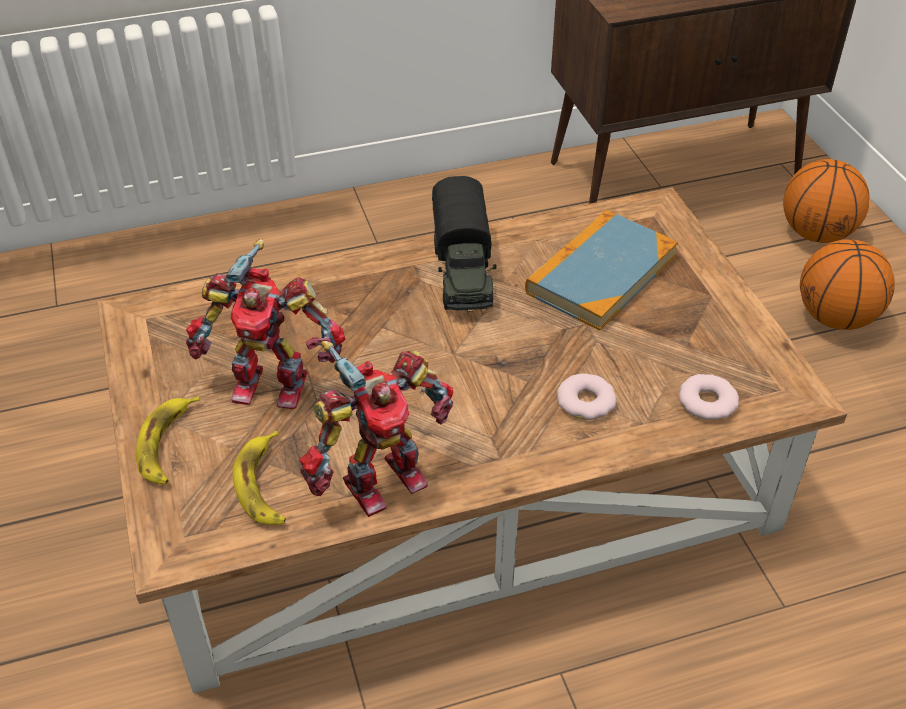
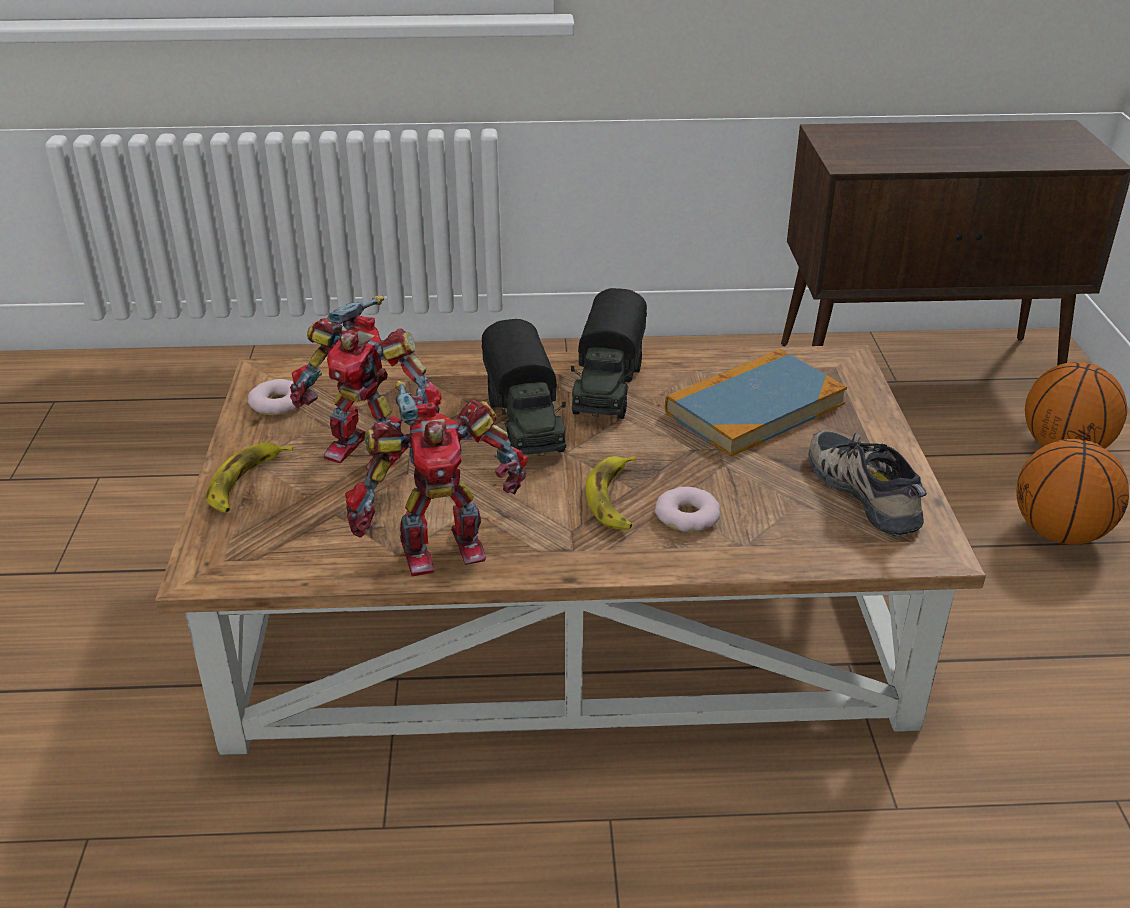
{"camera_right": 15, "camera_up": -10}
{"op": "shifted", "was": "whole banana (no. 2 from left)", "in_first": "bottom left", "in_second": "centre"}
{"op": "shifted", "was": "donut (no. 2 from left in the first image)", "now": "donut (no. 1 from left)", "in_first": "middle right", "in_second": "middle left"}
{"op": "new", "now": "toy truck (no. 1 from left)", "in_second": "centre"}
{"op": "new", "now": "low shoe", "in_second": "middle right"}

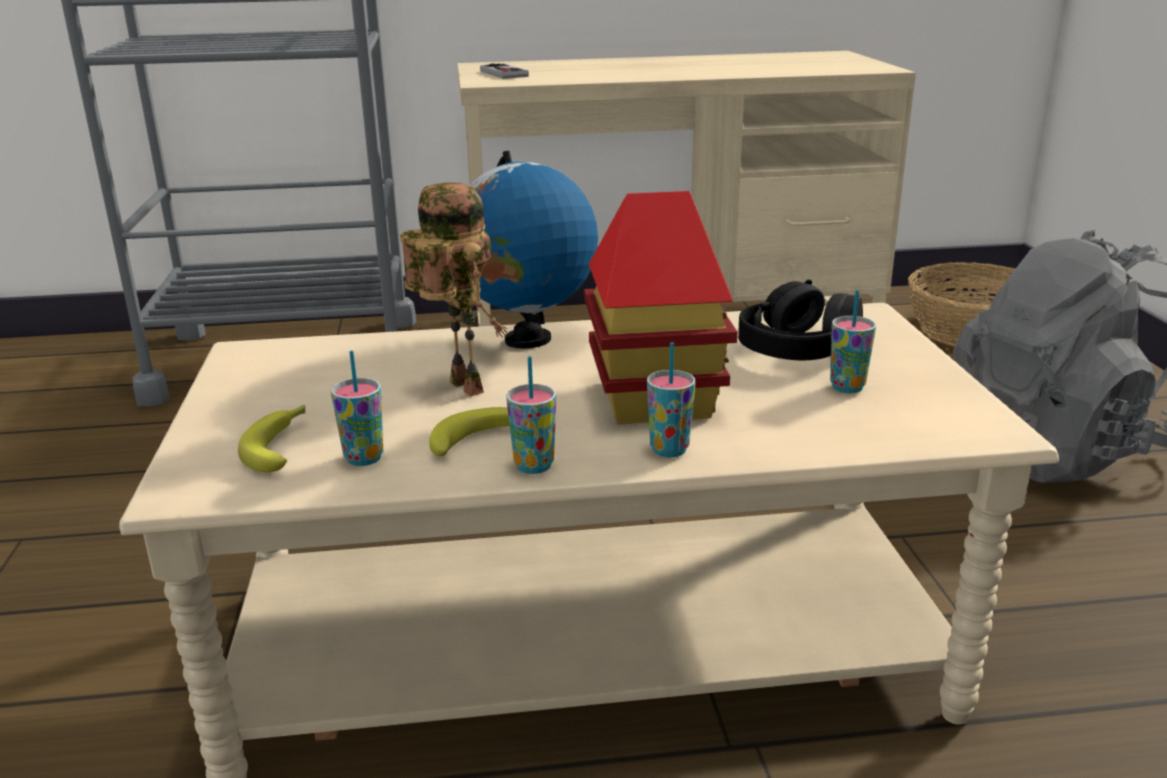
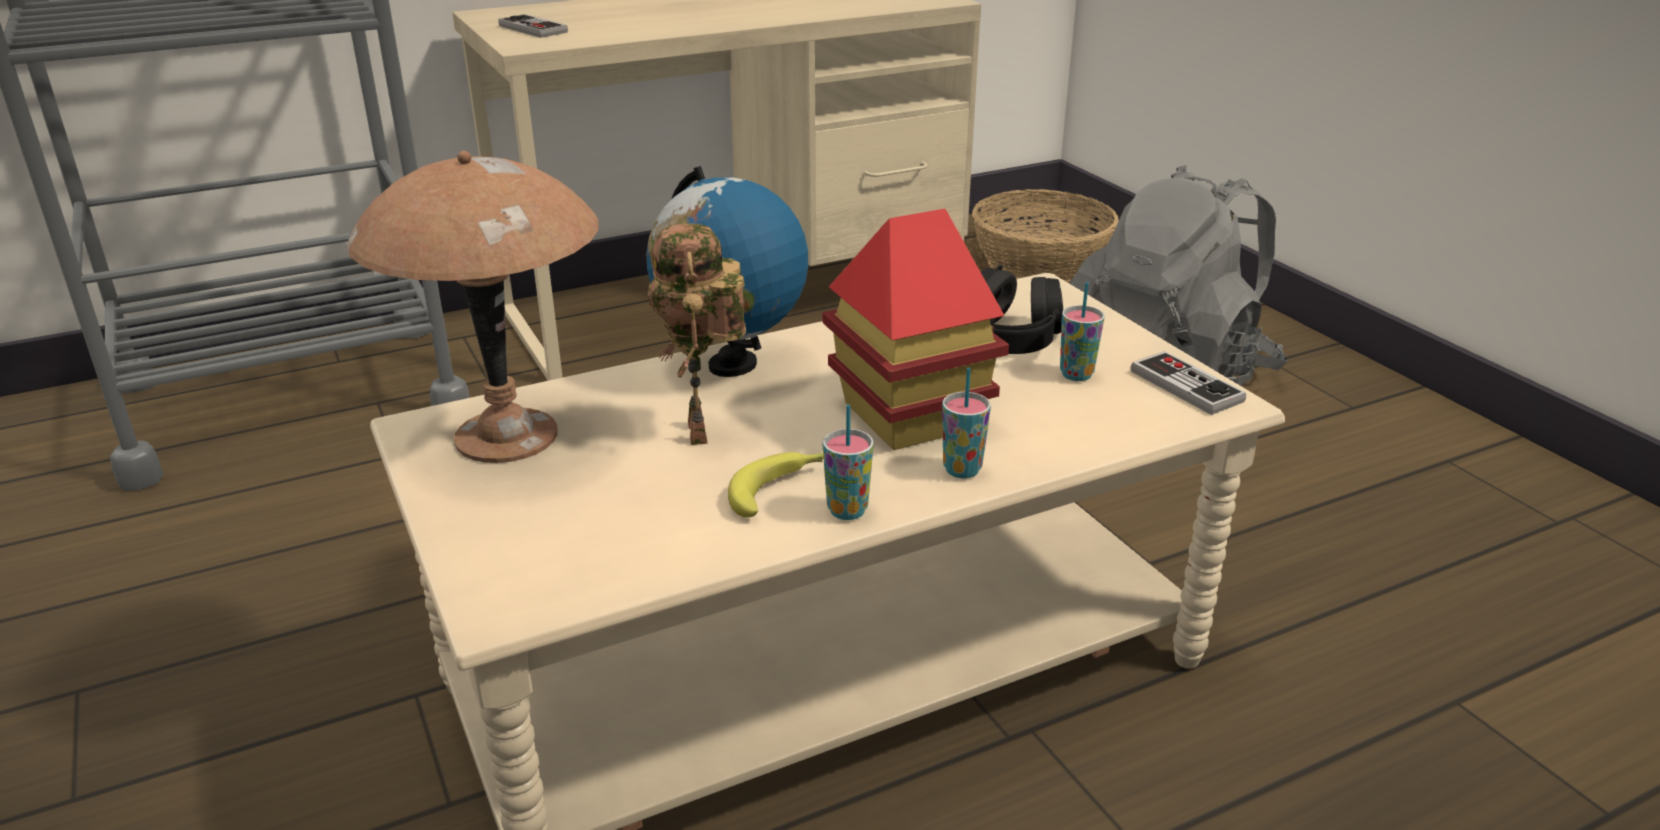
{"camera_right": -20, "camera_up": 5}
{"op": "gone", "was": "whole banana (no. 1 from left)", "in_first": "middle left"}
{"op": "gone", "was": "small cup (no. 1 from left)", "in_first": "middle left"}
{"op": "rotated", "was": "robot figure", "in_first": "centre", "in_second": "centre", "clockwise": -135}
{"op": "new", "now": "brown-coloured tabletop lamp", "in_second": "middle left"}
{"op": "new", "now": "gamepad (no. 2 from left)", "in_second": "middle right"}

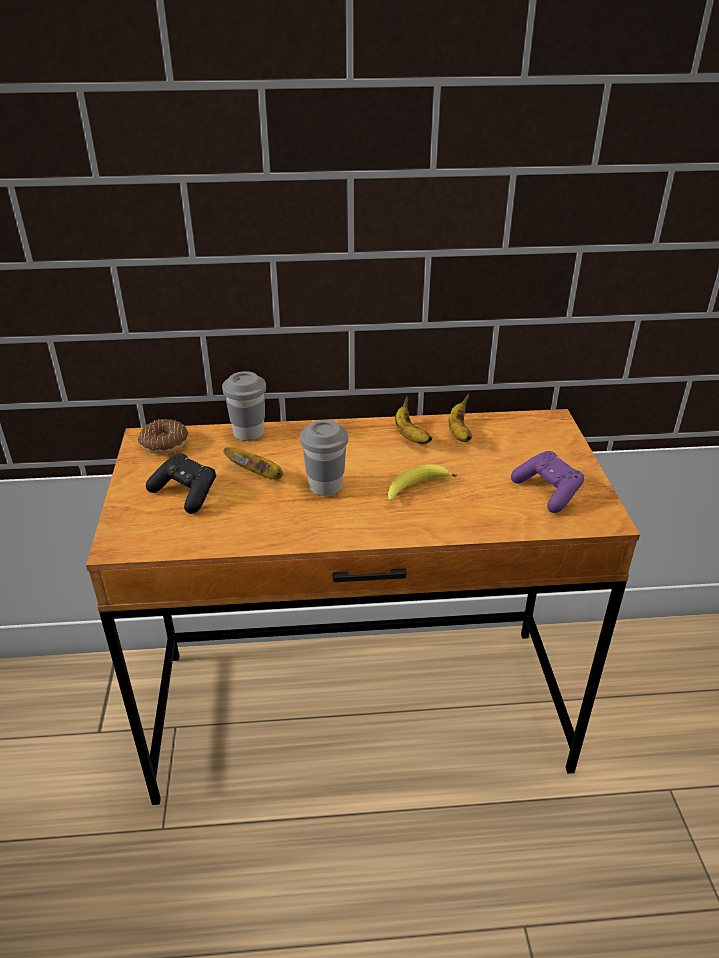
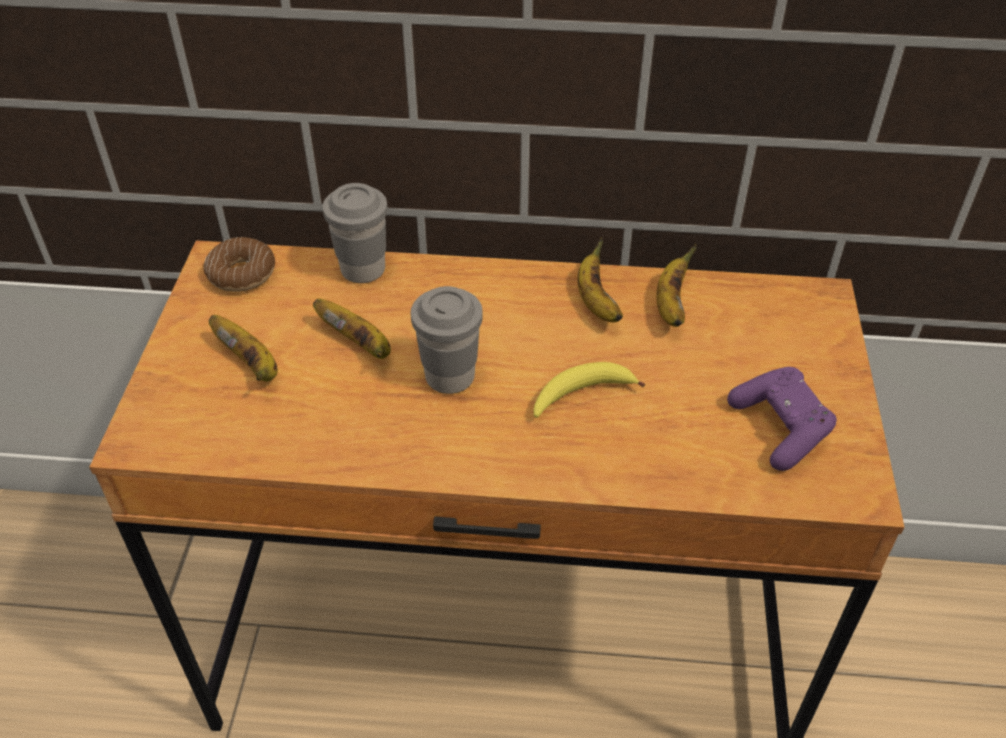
{"camera_right": 10, "camera_up": 10}
{"op": "swapped", "was": "black-coloured gamepad", "now": "whole banana (no. 1 from left)", "in_first": "middle left", "in_second": "middle left"}

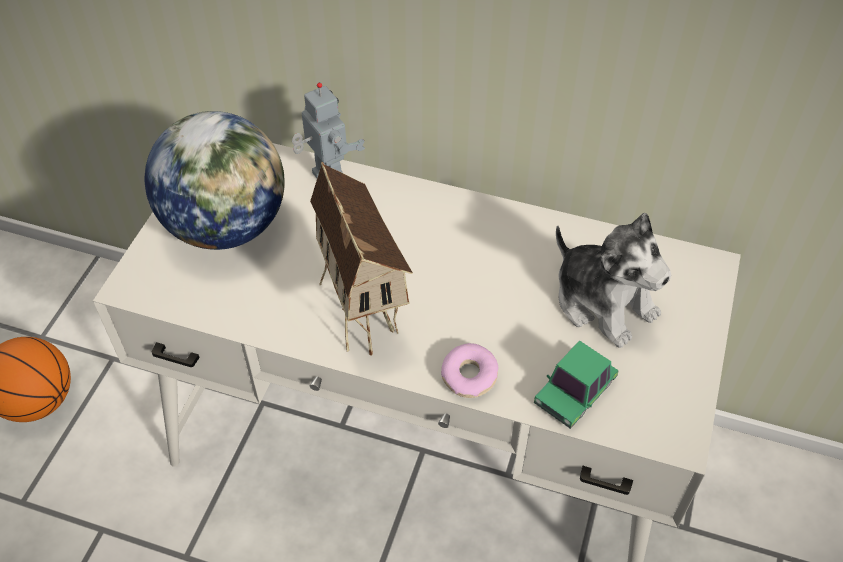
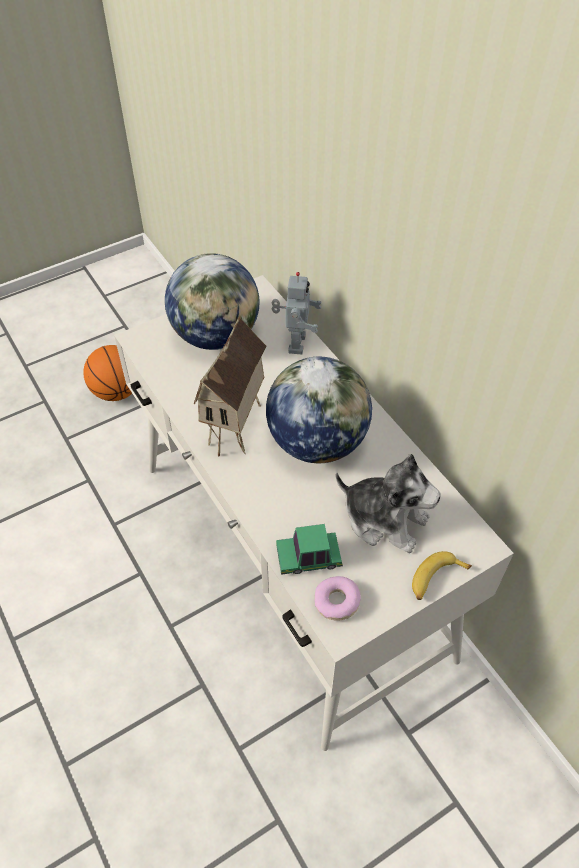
{"camera_right": 40, "camera_up": 0}
{"op": "shifted", "was": "donut", "in_first": "centre", "in_second": "bottom centre"}
{"op": "rotated", "was": "cuddly toy", "in_first": "middle right", "in_second": "middle right", "clockwise": -60}
{"op": "new", "now": "world globe (no. 2 from left)", "in_second": "centre"}
{"op": "new", "now": "whole banana", "in_second": "middle right"}

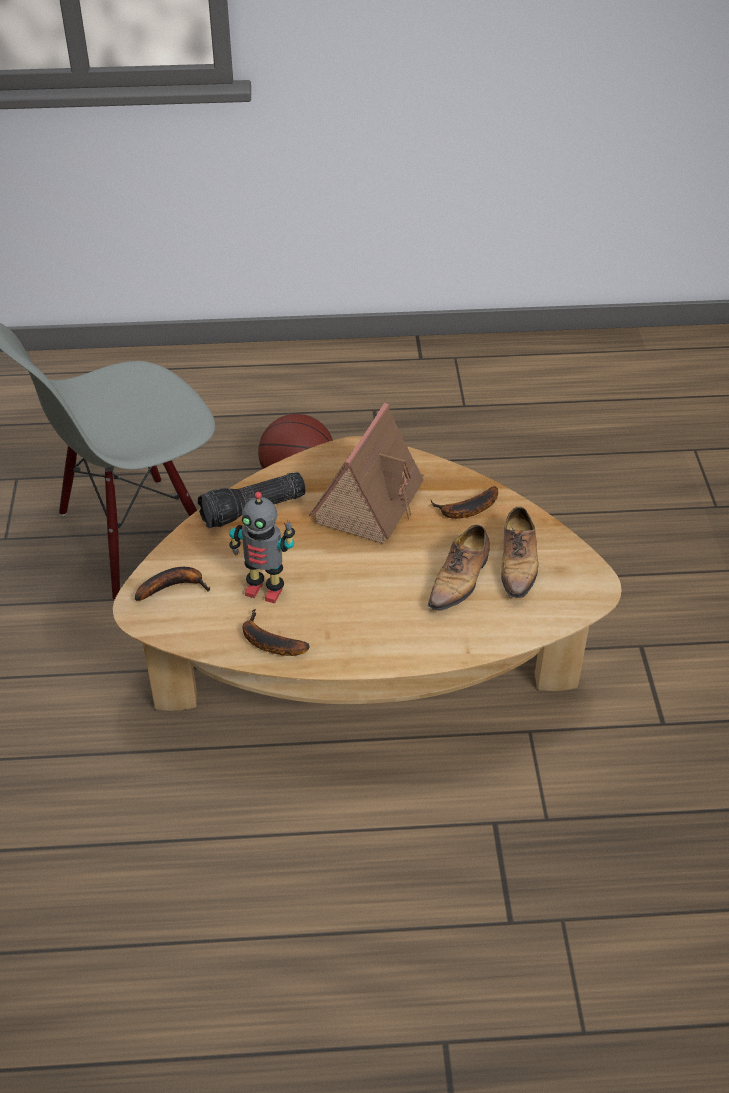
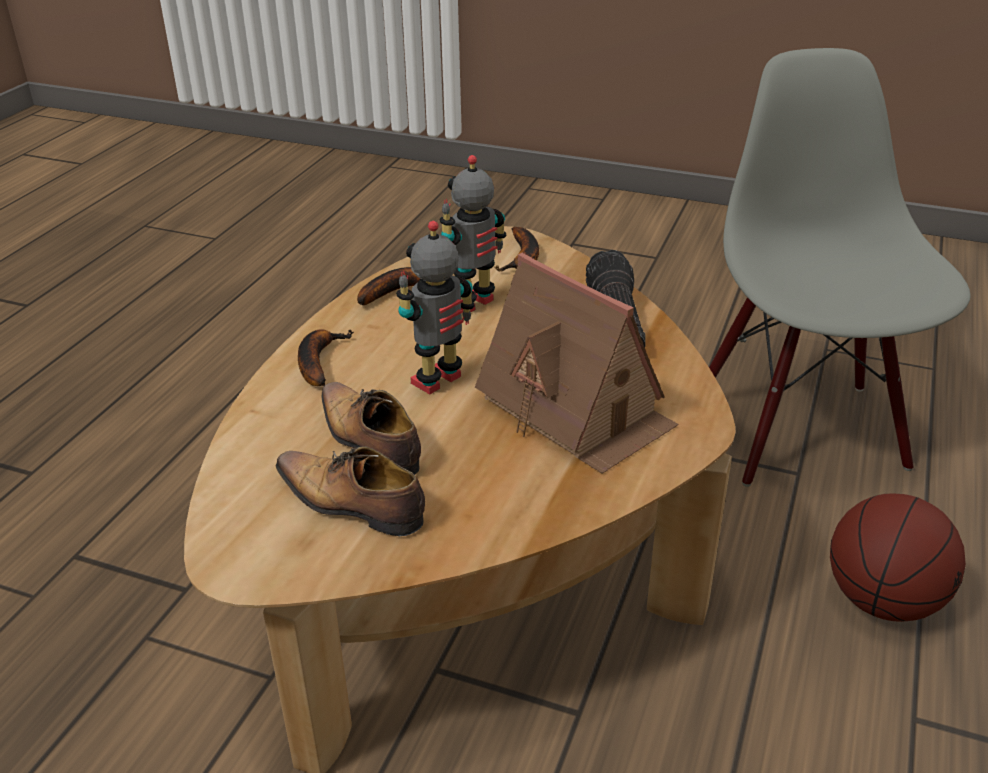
{"camera_right": 115, "camera_up": -10}
{"op": "shifted", "was": "whole banana (no. 3 from left in the first image)", "now": "whole banana (no. 1 from left)", "in_first": "centre", "in_second": "middle left"}
{"op": "new", "now": "robot figure (no. 1 from left)", "in_second": "centre"}

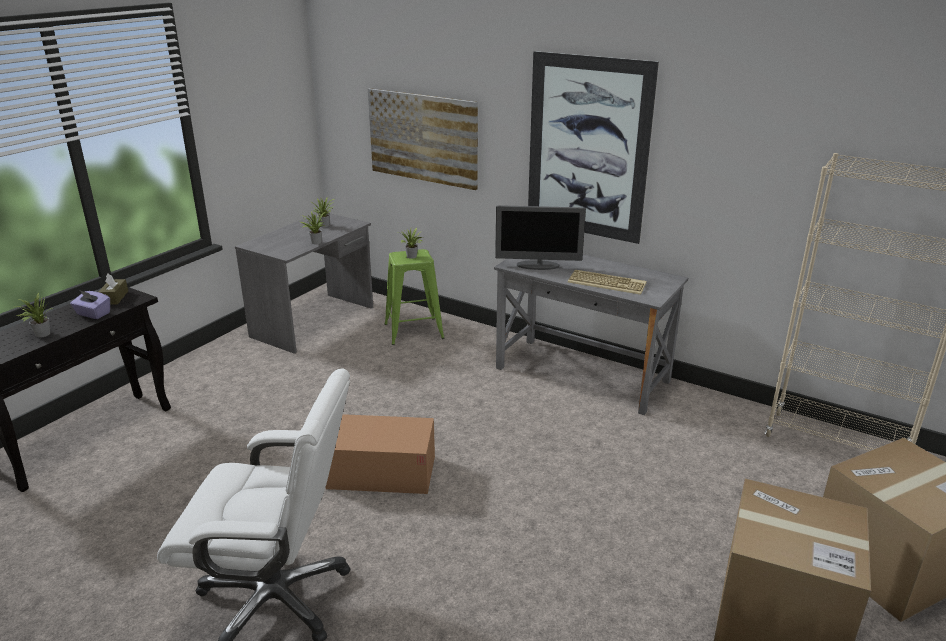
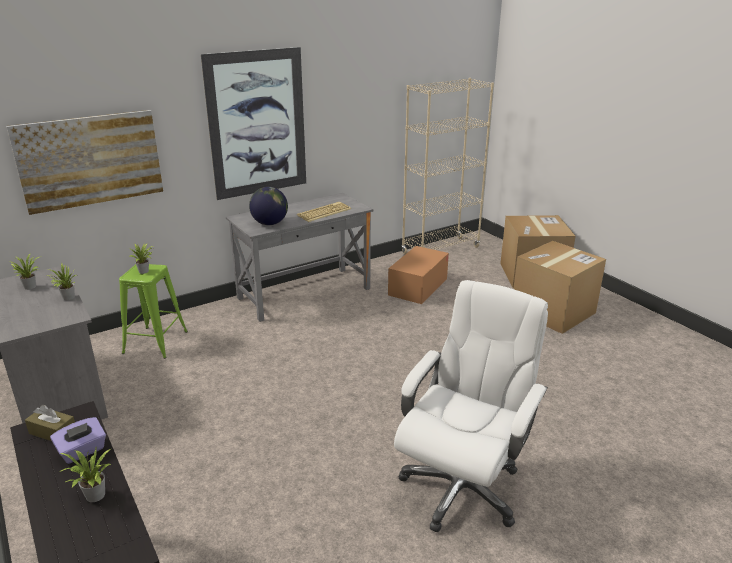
{"camera_right": -65, "camera_up": 0}
{"op": "shifted", "was": "cardboard box (no. 1 from left)", "in_first": "bottom centre", "in_second": "centre"}
{"op": "swapped", "was": "monitor", "now": "world globe", "in_first": "centre", "in_second": "centre"}

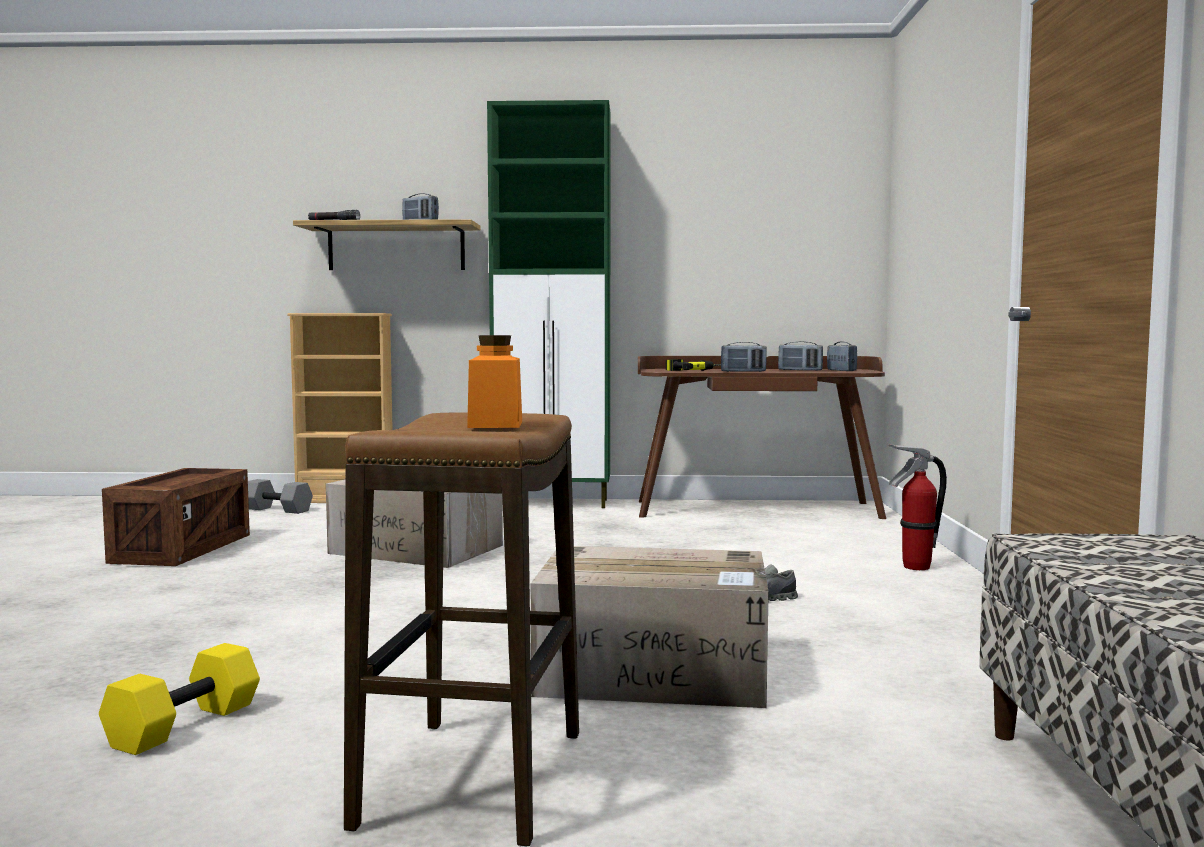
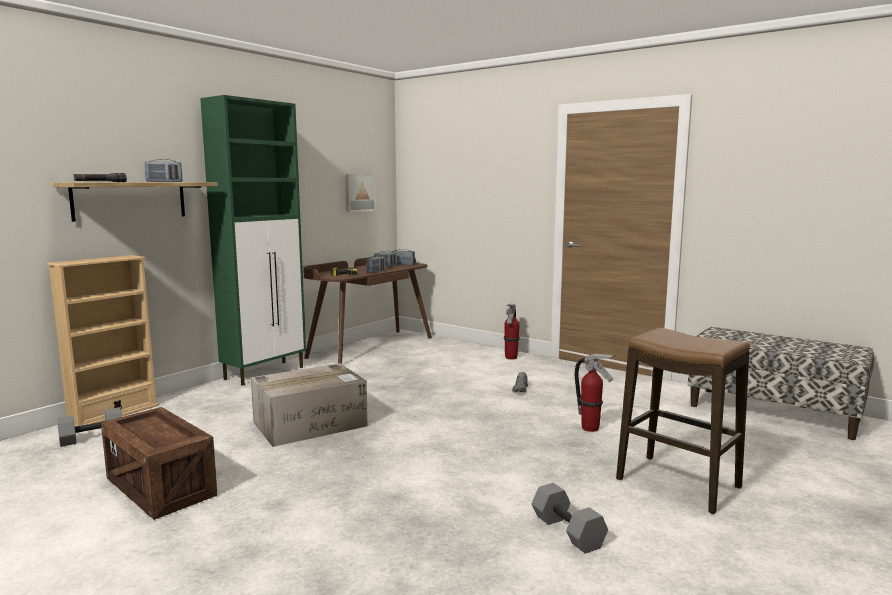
{"camera_right": -55, "camera_up": 5}
{"op": "repainted", "was": "yellowish hand weight", "now": "greyish hand weight (no. 2 from left)", "in_first": "bottom left", "in_second": "bottom centre"}
{"op": "gone", "was": "orange-coloured storage jar", "in_first": "centre"}
{"op": "swapped", "was": "cardboard box (no. 2 from left)", "now": "fire extinguisher (no. 2 from left)", "in_first": "bottom centre", "in_second": "middle right"}
{"op": "new", "now": "wall picture", "in_second": "top centre"}

